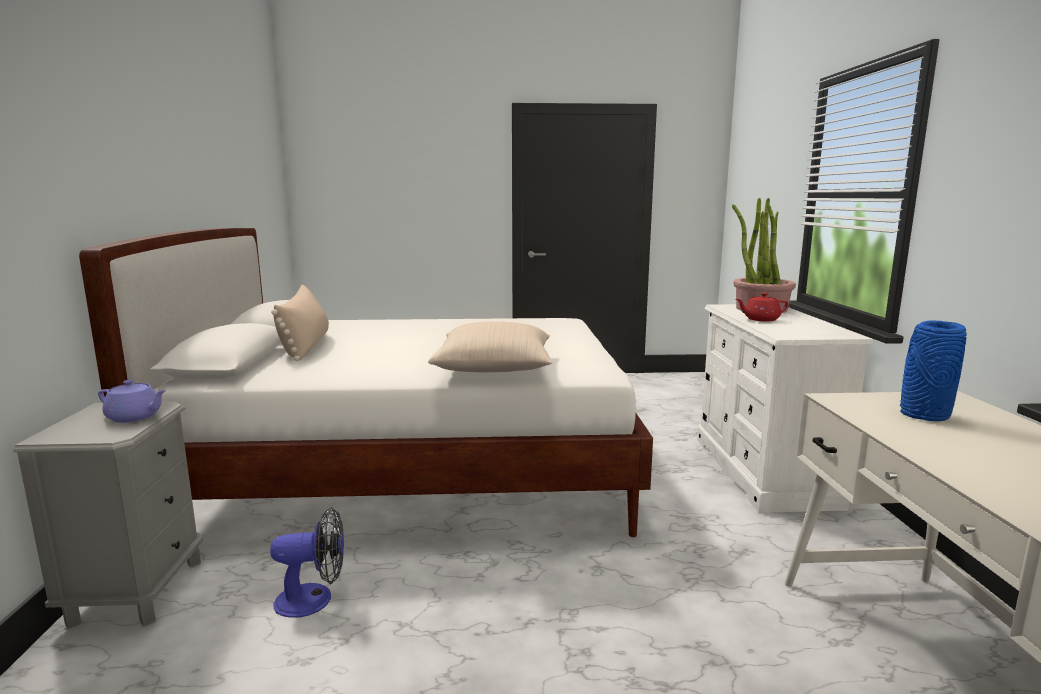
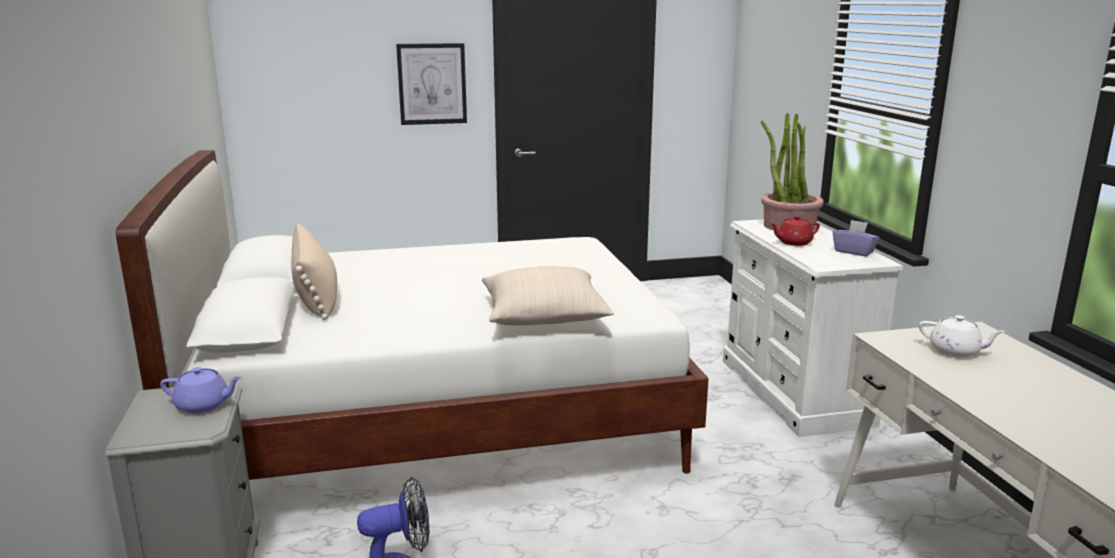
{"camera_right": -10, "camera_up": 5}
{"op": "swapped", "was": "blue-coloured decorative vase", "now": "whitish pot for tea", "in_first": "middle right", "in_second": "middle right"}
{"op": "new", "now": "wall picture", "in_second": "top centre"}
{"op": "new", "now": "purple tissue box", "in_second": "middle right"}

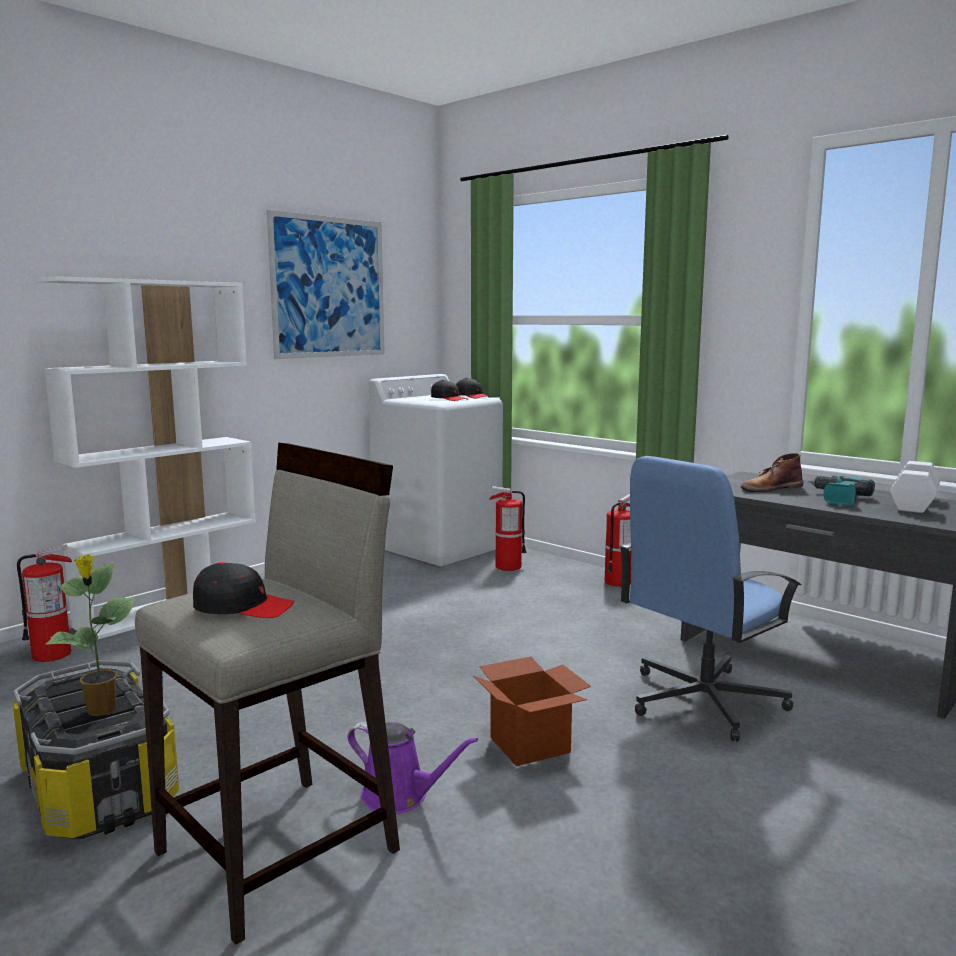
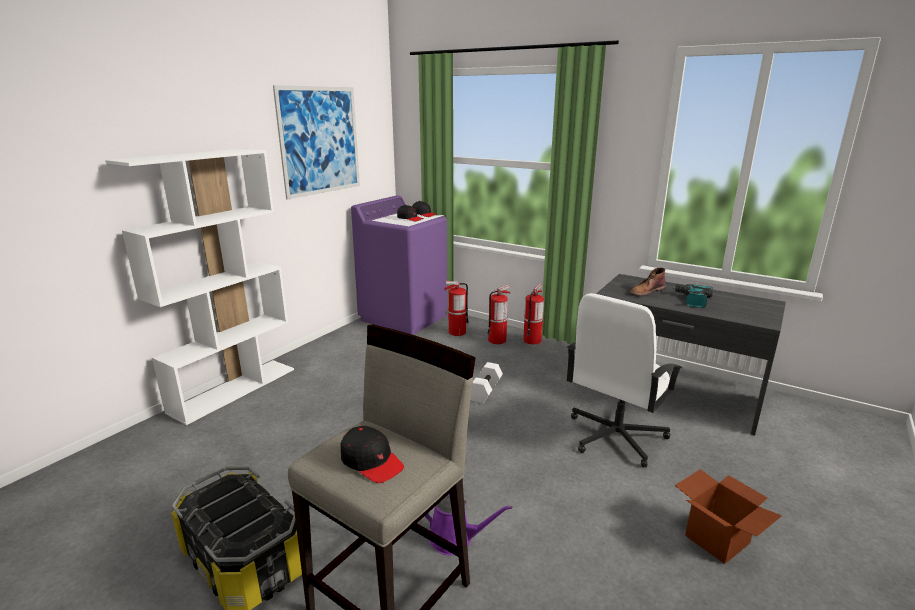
{"camera_right": -10, "camera_up": 10}
{"op": "shifted", "was": "fire extinguisher (no. 1 from left in the first image)", "now": "fire extinguisher (no. 2 from left)", "in_first": "middle left", "in_second": "centre"}
{"op": "gone", "was": "plant in a pot", "in_first": "middle left"}
{"op": "rotated", "was": "black-coloured peaked cap (no. 1 from left)", "in_first": "middle left", "in_second": "bottom centre", "clockwise": 45}
{"op": "repainted", "was": "whitish washing machine", "now": "purple washing machine", "in_first": "centre", "in_second": "centre"}
{"op": "shifted", "was": "cardboard box", "in_first": "bottom centre", "in_second": "bottom right"}
{"op": "repainted", "was": "blue-coloured desk chair", "now": "whitish desk chair", "in_first": "middle right", "in_second": "middle right"}
{"op": "shifted", "was": "whitish hand weight", "in_first": "middle right", "in_second": "centre"}

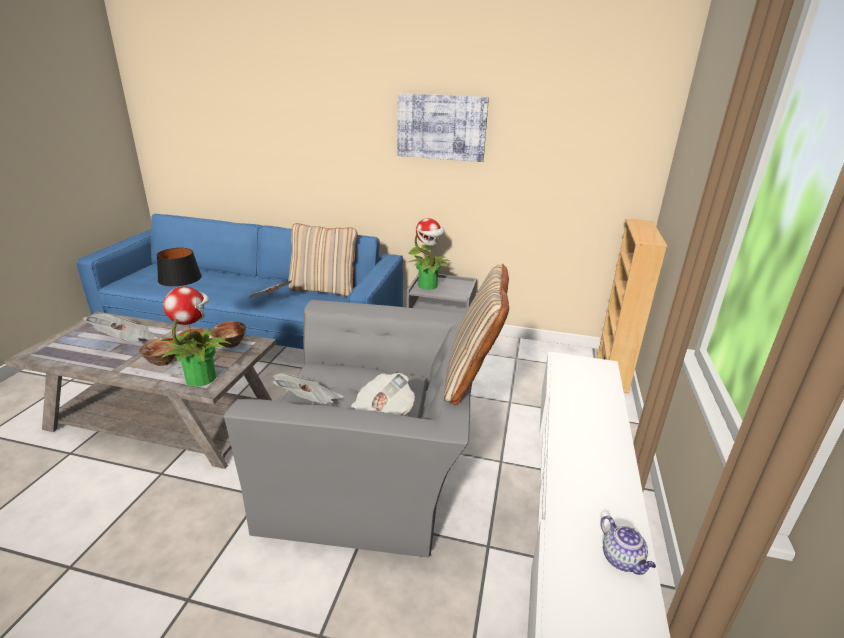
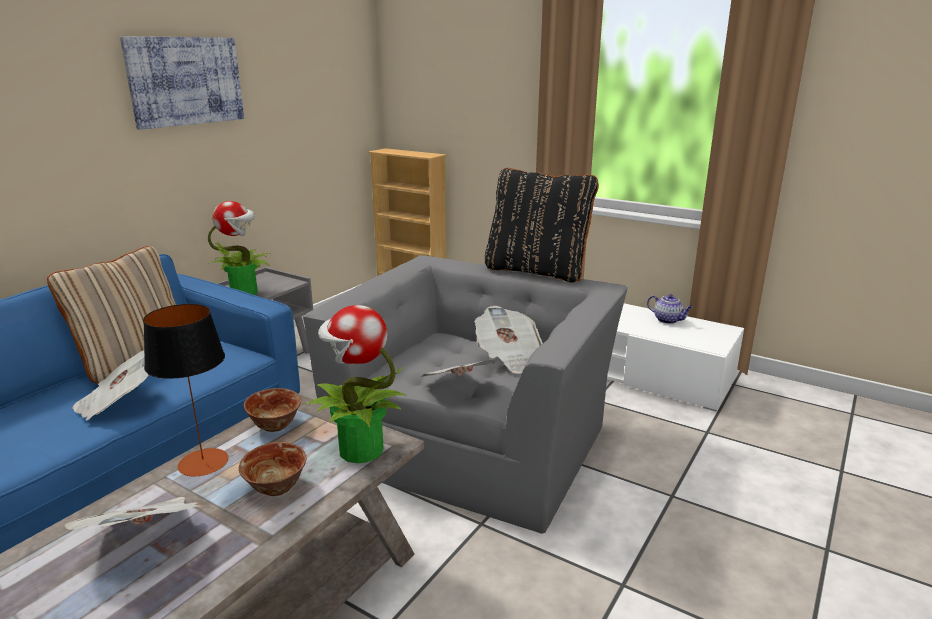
{"camera_right": -70, "camera_up": -5}
{"op": "repainted", "was": "beige cushion (no. 2 from left)", "now": "black-coloured cushion", "in_first": "centre", "in_second": "centre"}
{"op": "rotated", "was": "pot for tea", "in_first": "bottom right", "in_second": "middle right", "clockwise": 45}

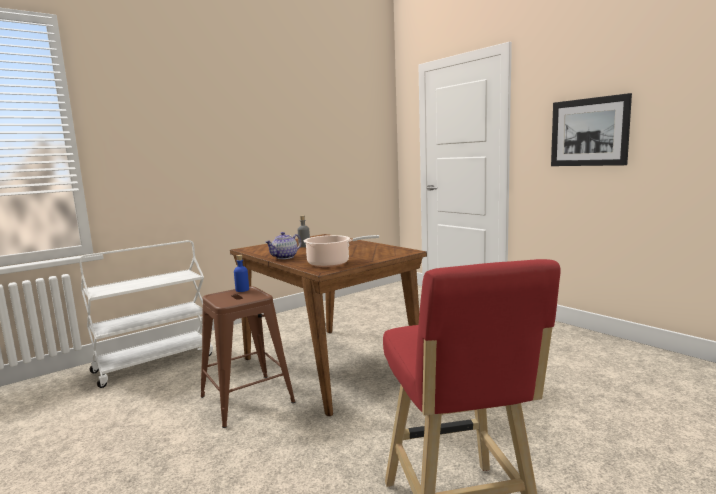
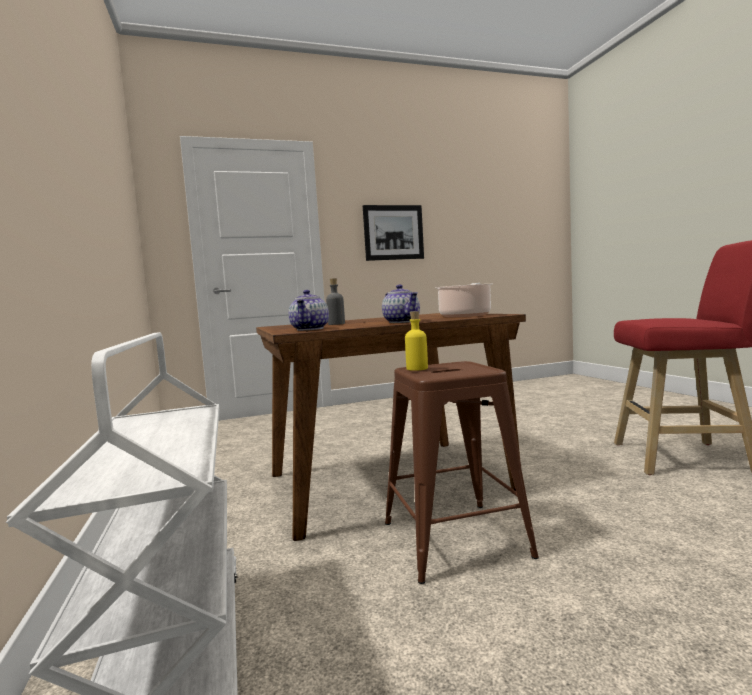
{"camera_right": -70, "camera_up": -5}
{"op": "repainted", "was": "blue-coloured beverage bottle", "now": "yellowish beverage bottle", "in_first": "centre", "in_second": "centre"}
{"op": "new", "now": "pot for tea (no. 1 from left)", "in_second": "centre"}

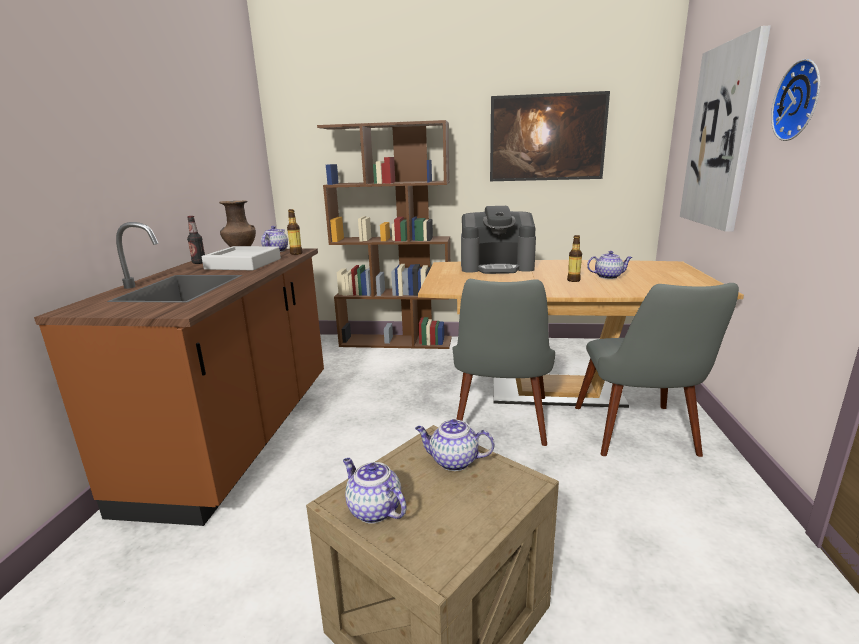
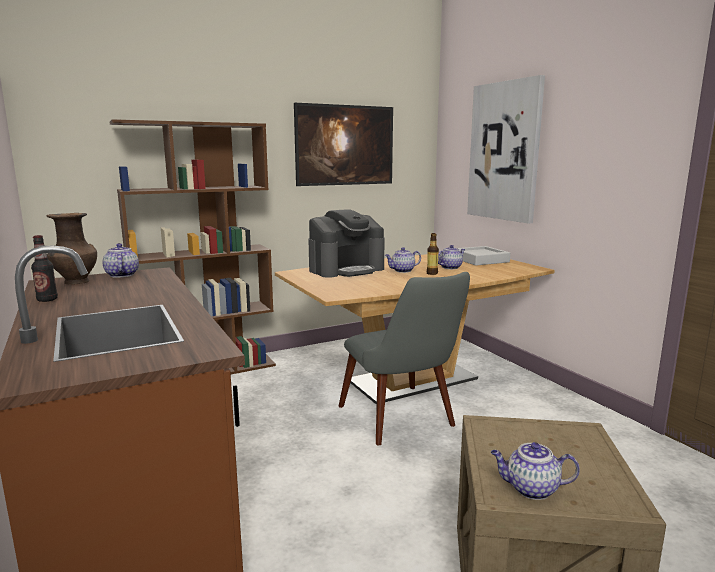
{"camera_right": -35, "camera_up": -5}
{"op": "shifted", "was": "greyish carrying tray", "in_first": "middle left", "in_second": "middle right"}
{"op": "gone", "was": "beverage bottle (no. 2 from left)", "in_first": "centre"}
{"op": "shifted", "was": "pot for tea (no. 3 from left in the first image)", "now": "pot for tea (no. 2 from left)", "in_first": "bottom centre", "in_second": "centre"}
{"op": "gone", "was": "greyish chair (no. 2 from left)", "in_first": "middle right"}
{"op": "gone", "was": "clock on the wall", "in_first": "top right"}

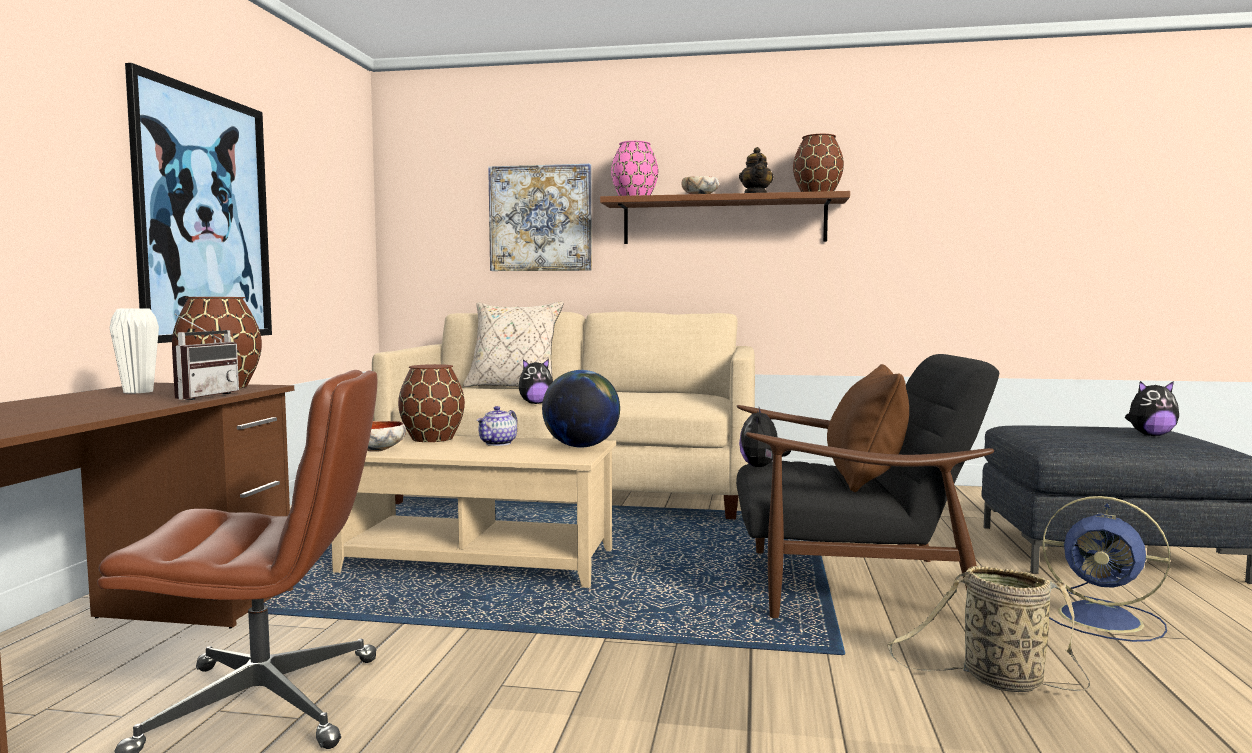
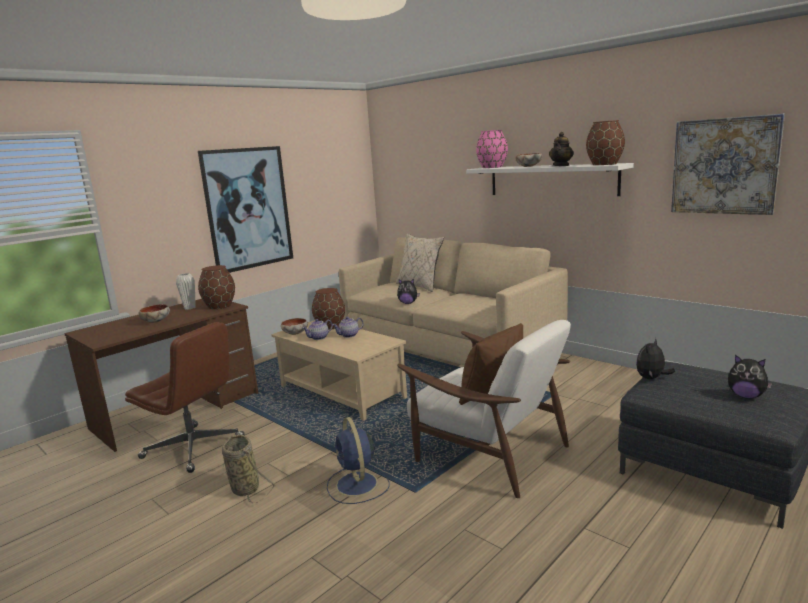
{"camera_right": 35, "camera_up": 10}
{"op": "gone", "was": "radio receiver", "in_first": "middle left"}
{"op": "shifted", "was": "wall picture (no. 2 from left)", "in_first": "top centre", "in_second": "top right"}
{"op": "gone", "was": "world globe", "in_first": "centre"}
{"op": "repainted", "was": "brown-coloured shelf", "now": "whitish shelf", "in_first": "top centre", "in_second": "top right"}
{"op": "repainted", "was": "black-coloured lounge chair", "now": "whitish lounge chair", "in_first": "middle right", "in_second": "bottom centre"}
{"op": "shifted", "was": "cuddly toy (no. 2 from left)", "in_first": "centre", "in_second": "middle right"}
{"op": "shifted", "was": "storage basket", "in_first": "bottom right", "in_second": "bottom left"}
{"op": "shifted", "was": "blue-coloured electric fan", "in_first": "bottom right", "in_second": "bottom centre"}
{"op": "new", "now": "bowl (no. 1 from left)", "in_second": "middle left"}
{"op": "new", "now": "pot for tea (no. 1 from left)", "in_second": "centre"}

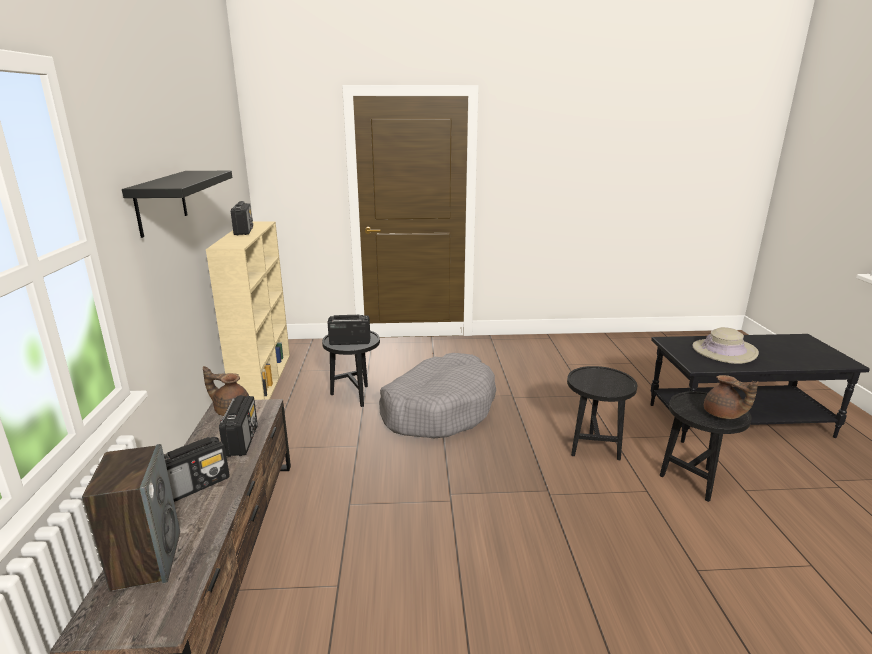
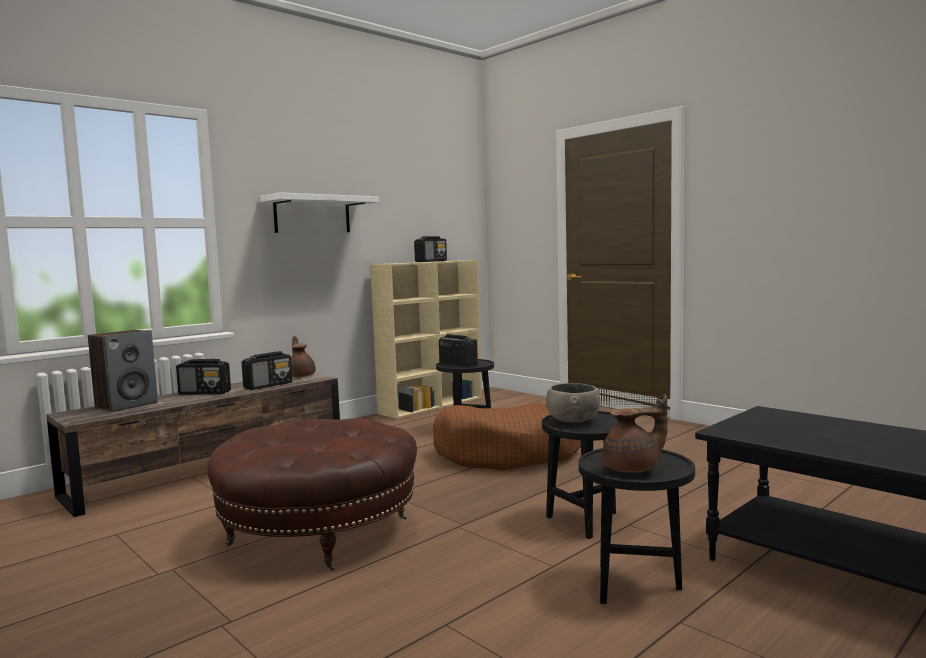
{"camera_right": 50, "camera_up": -15}
{"op": "repainted", "was": "black-coloured shelf", "now": "whitish shelf", "in_first": "top left", "in_second": "top centre"}
{"op": "repainted", "was": "greyish dog bed", "now": "brown-coloured dog bed", "in_first": "centre", "in_second": "centre"}
{"op": "gone", "was": "beige clothing hat", "in_first": "middle right"}
{"op": "rotated", "was": "brown-coloured pot for tea (no. 2 from left)", "in_first": "middle right", "in_second": "middle right", "clockwise": -120}
{"op": "new", "now": "brown-coloured ottoman", "in_second": "bottom centre"}
{"op": "new", "now": "greyish bowl", "in_second": "centre"}

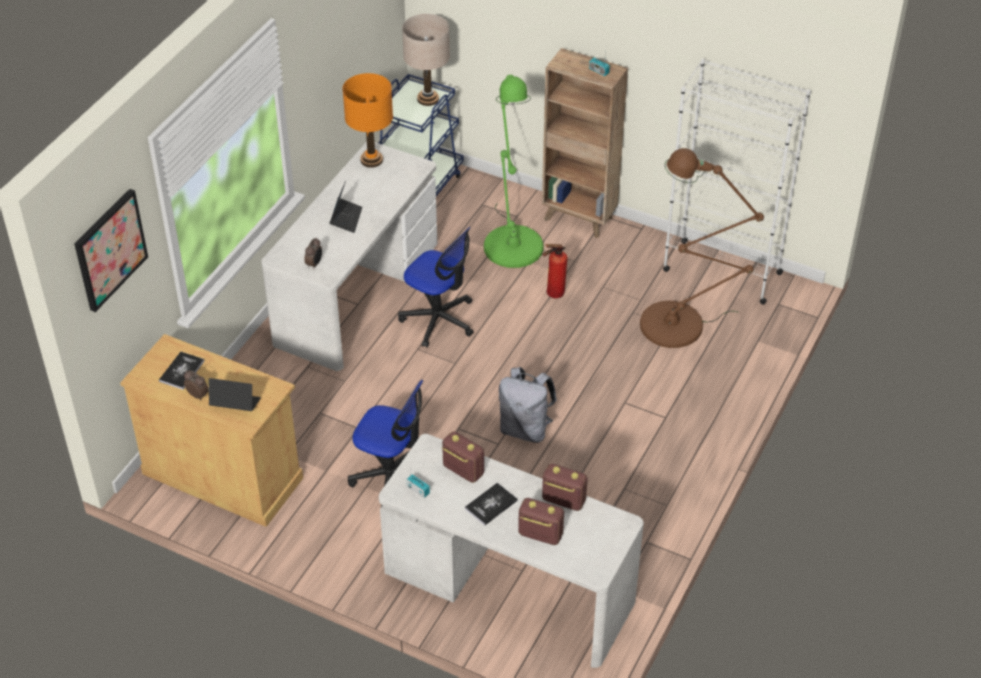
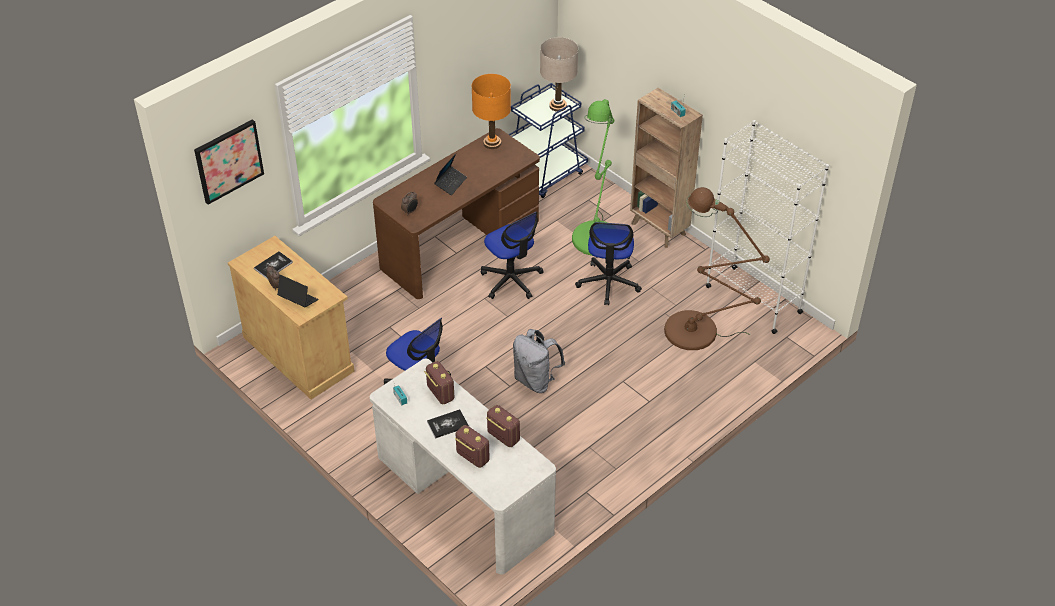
{"camera_right": 20, "camera_up": 0}
{"op": "repainted", "was": "whitish desk table (no. 1 from left)", "now": "brown-coloured desk table", "in_first": "centre", "in_second": "centre"}
{"op": "swapped", "was": "fire extinguisher", "now": "desk chair (no. 3 from left)", "in_first": "centre", "in_second": "centre"}

